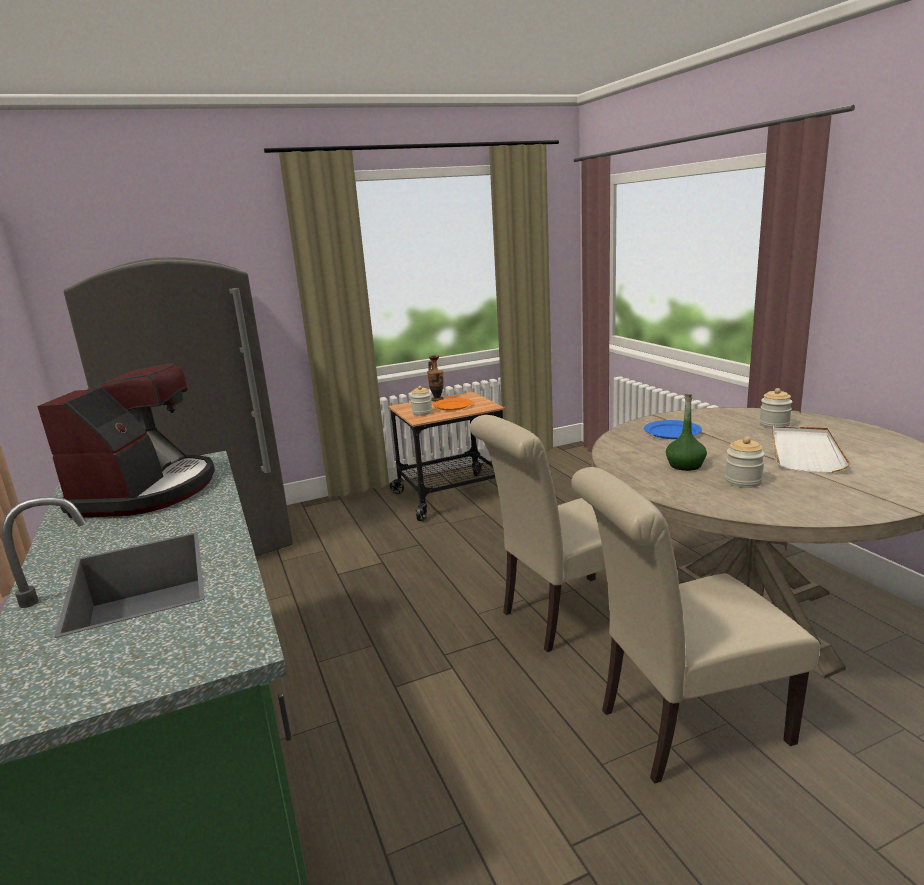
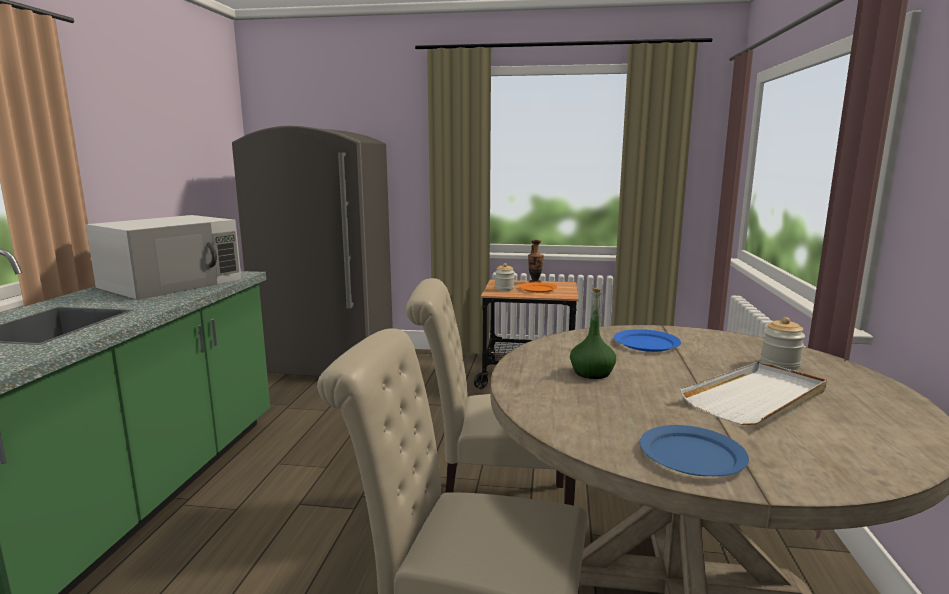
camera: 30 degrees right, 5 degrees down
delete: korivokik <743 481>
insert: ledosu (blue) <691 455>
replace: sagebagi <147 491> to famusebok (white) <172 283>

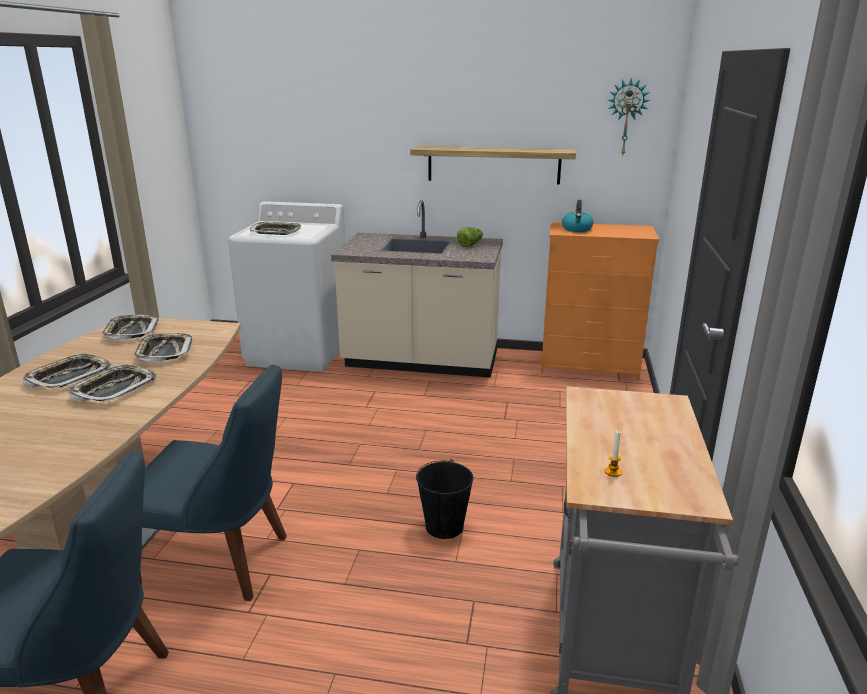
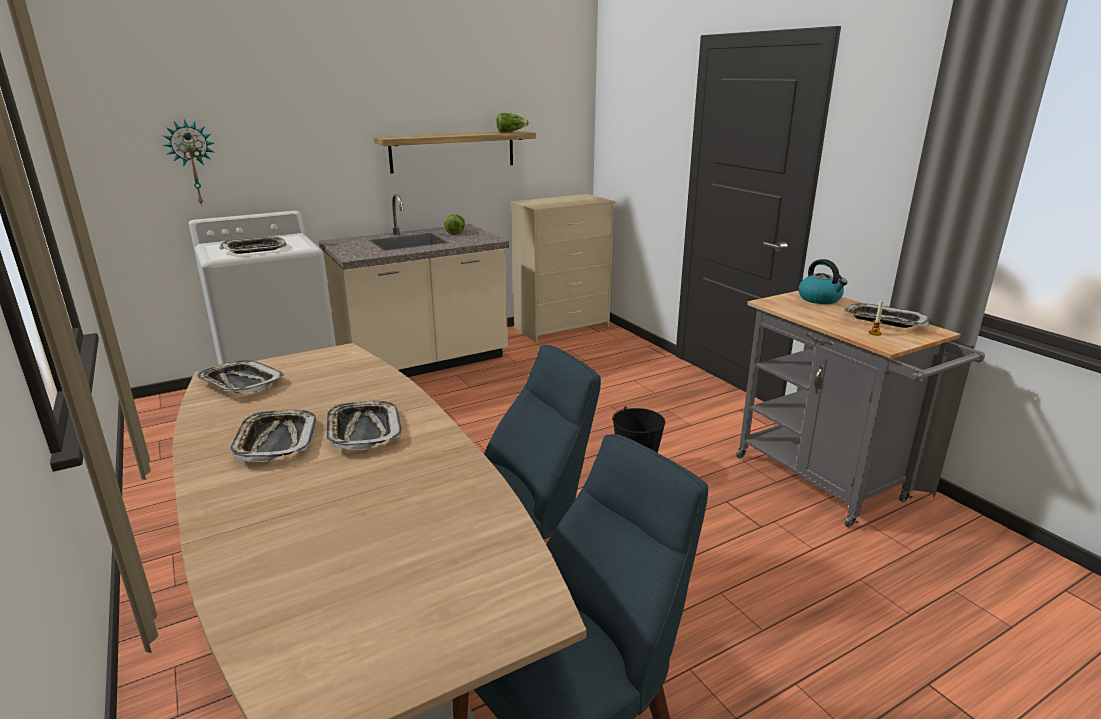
camera: 40 degrees left, 0 degrees up
insert: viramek <511 132>
move: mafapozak <164 352> to <884 321>; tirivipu <577 229> to <820 299>; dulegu <626 117> to <192 163>
recolor: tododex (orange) <589 366> to tododex (beige) <563 327>

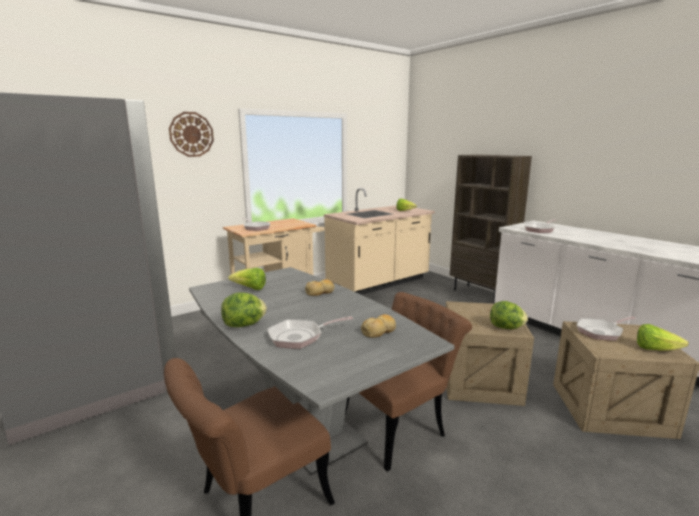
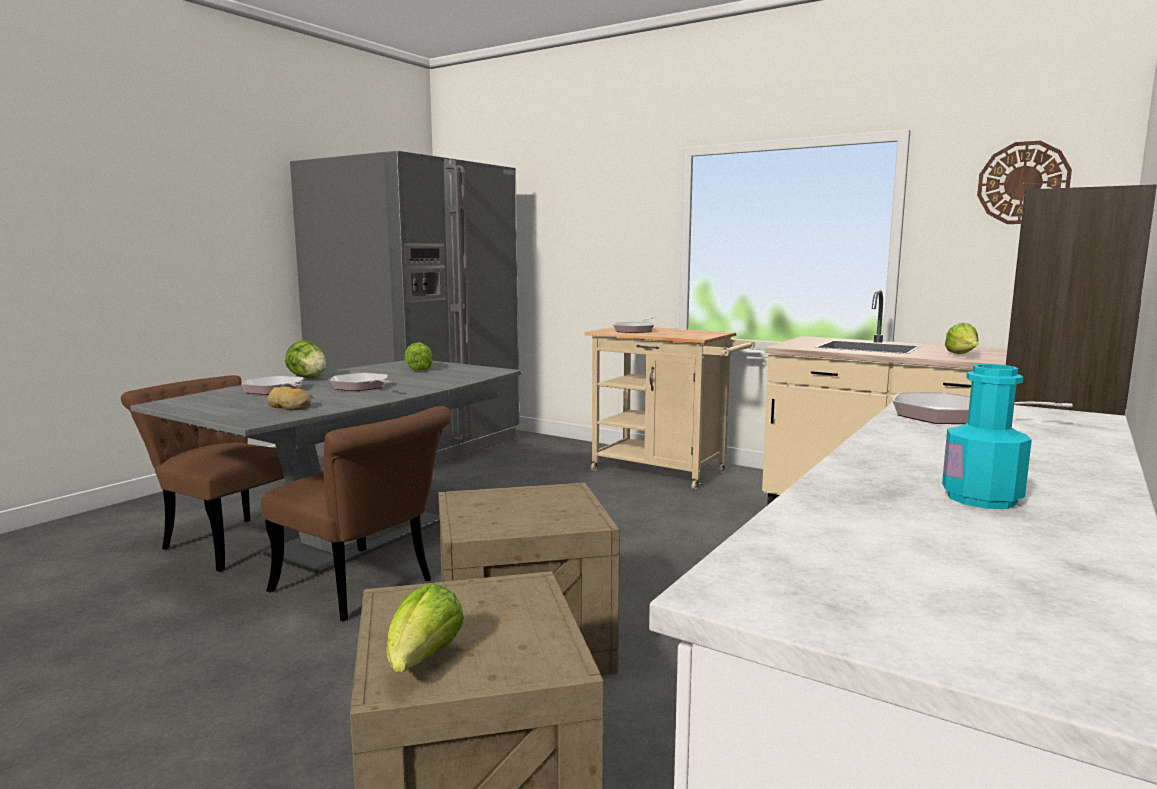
camera: 70 degrees right, 5 degrees down
delete: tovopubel <320 292>; viramek <506 328>
insert: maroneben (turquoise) <981 498>
move: dulegu <191 134> to <1023 183>; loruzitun <601 332> to <362 387>

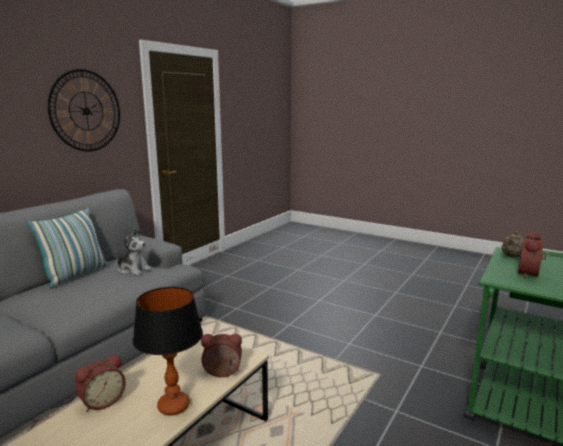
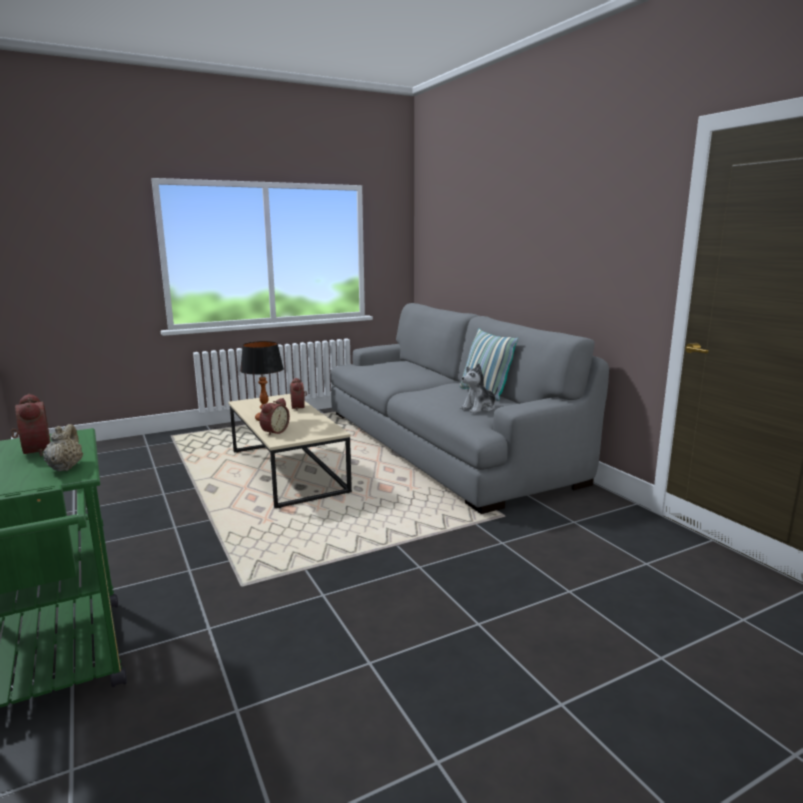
camera: 120 degrees right, 0 degrees up
delete: dulegu <86 111>

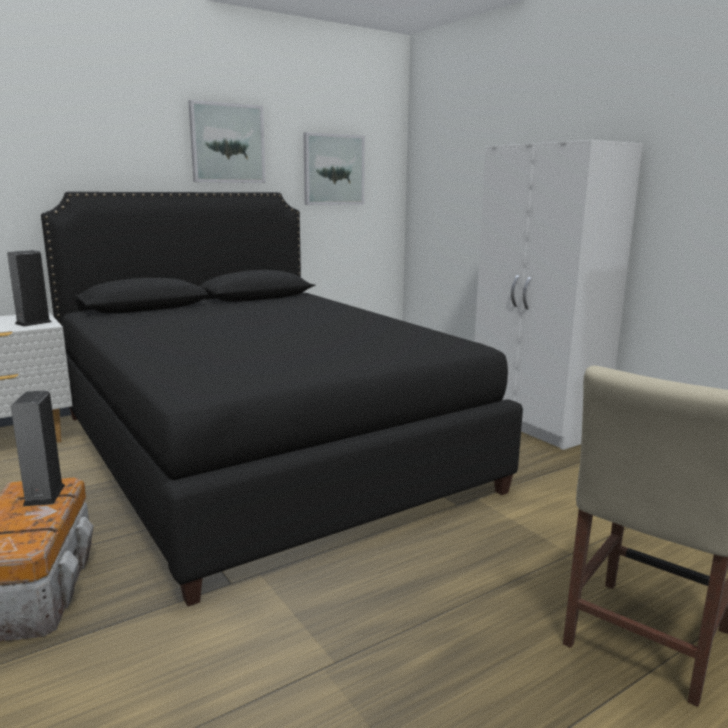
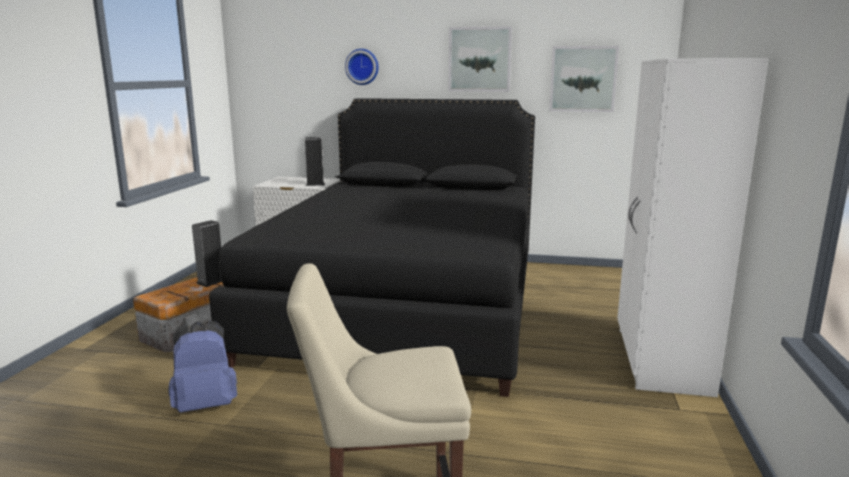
camera: 45 degrees right, 0 degrees up
insert: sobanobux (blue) <206 404>; dulegu <362 66>

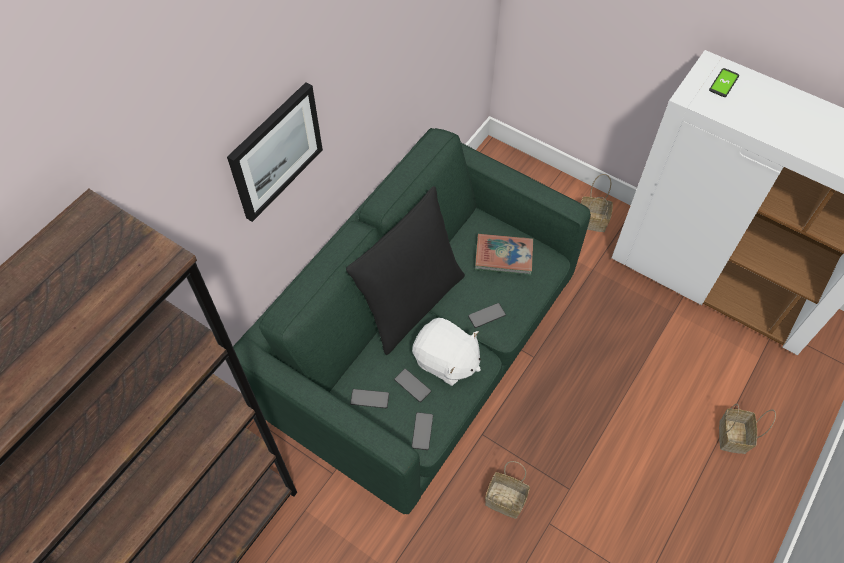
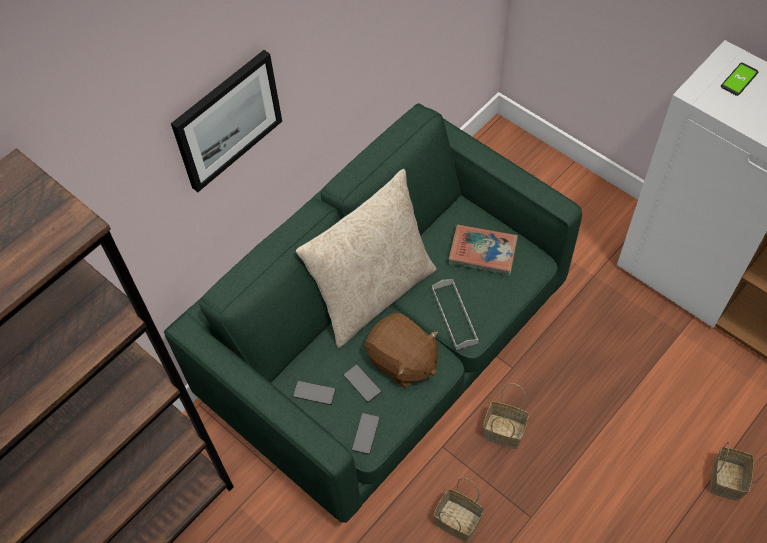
camera: 10 degrees right, 0 degrees up
move: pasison <593 221> to <505 431>
replace: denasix <486 315> to mafapozak (grey) <454 315>
recolor: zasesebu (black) <410 302> to zasesebu (beige) <373 293>; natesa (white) <446 361> to natesa (brown) <402 361>

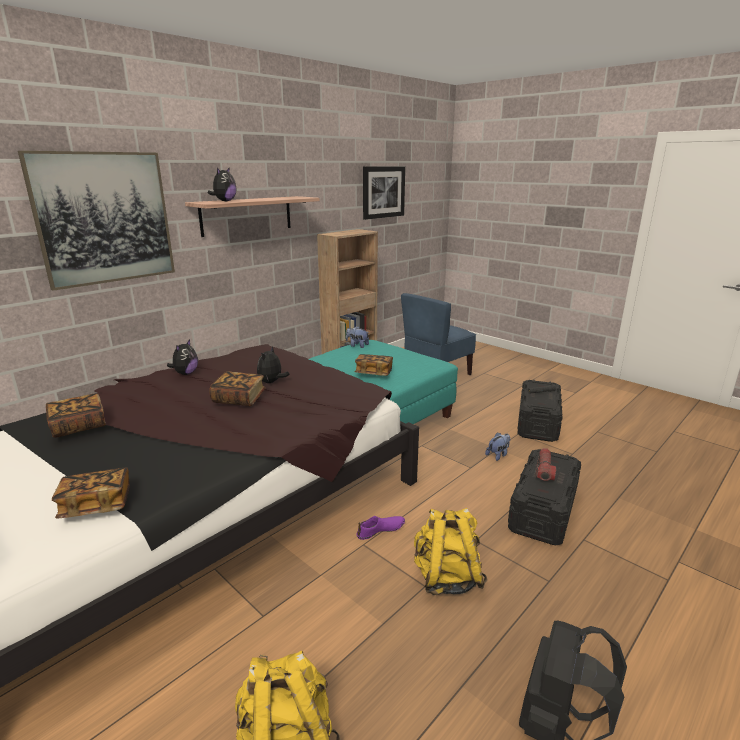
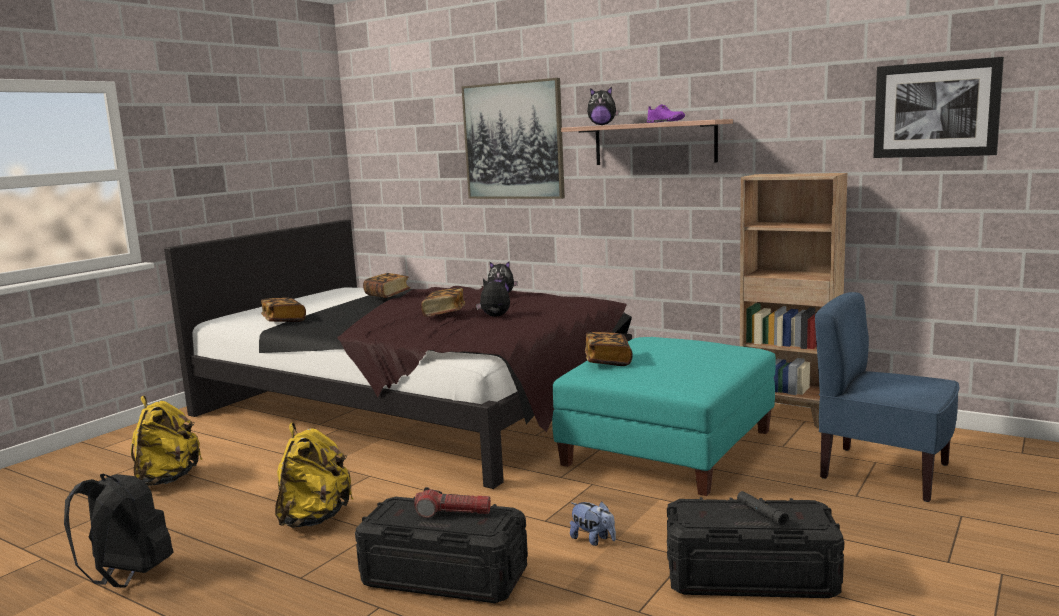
camera: 80 degrees right, 10 degrees down
delete: natesa <357 345>
move: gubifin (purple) <381 530> to <665 121>

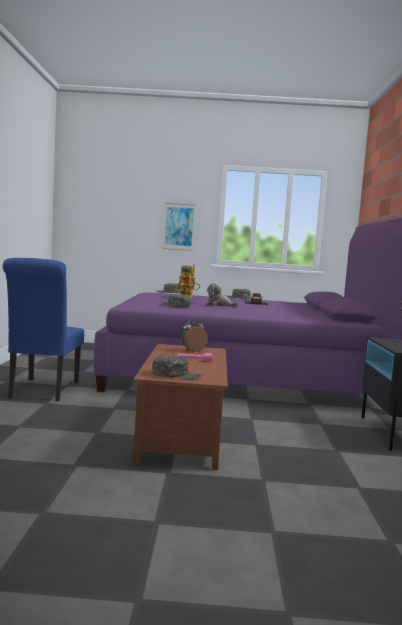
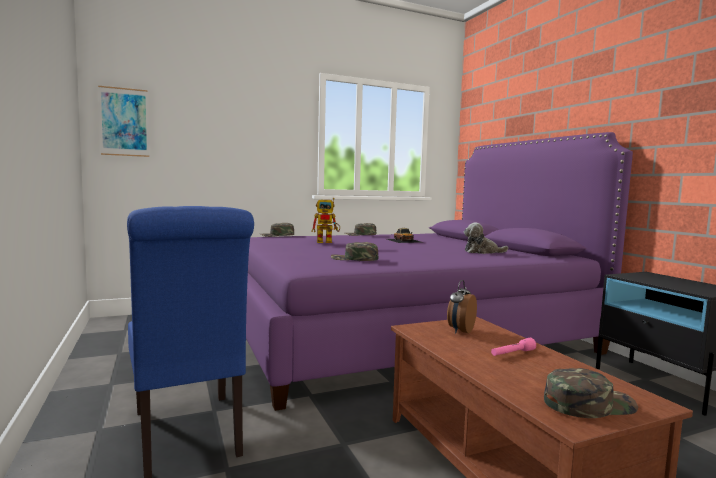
camera: 25 degrees left, 0 degrees up
move: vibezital <179 227> to <124 122>; natesa <219 305> to <482 252>

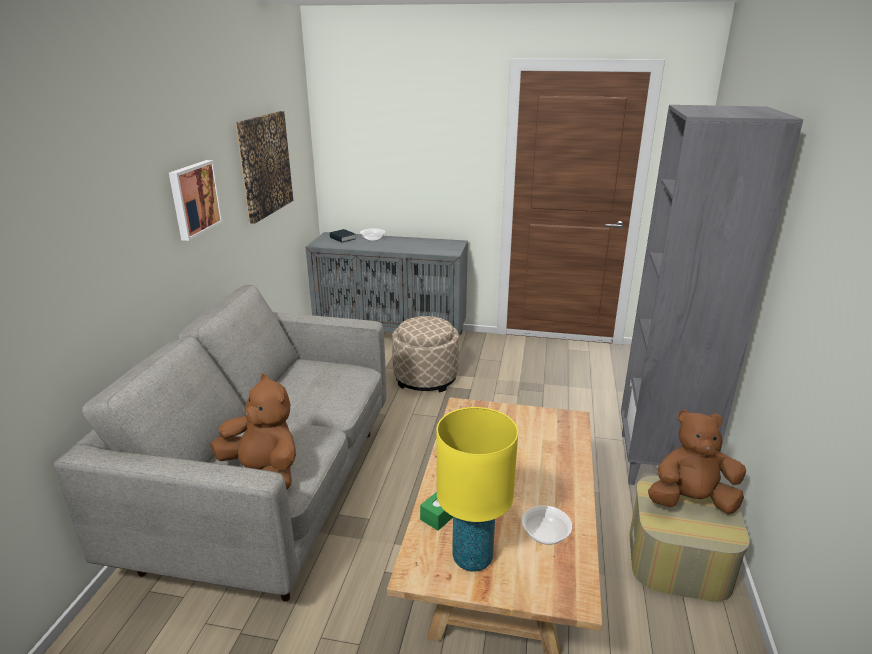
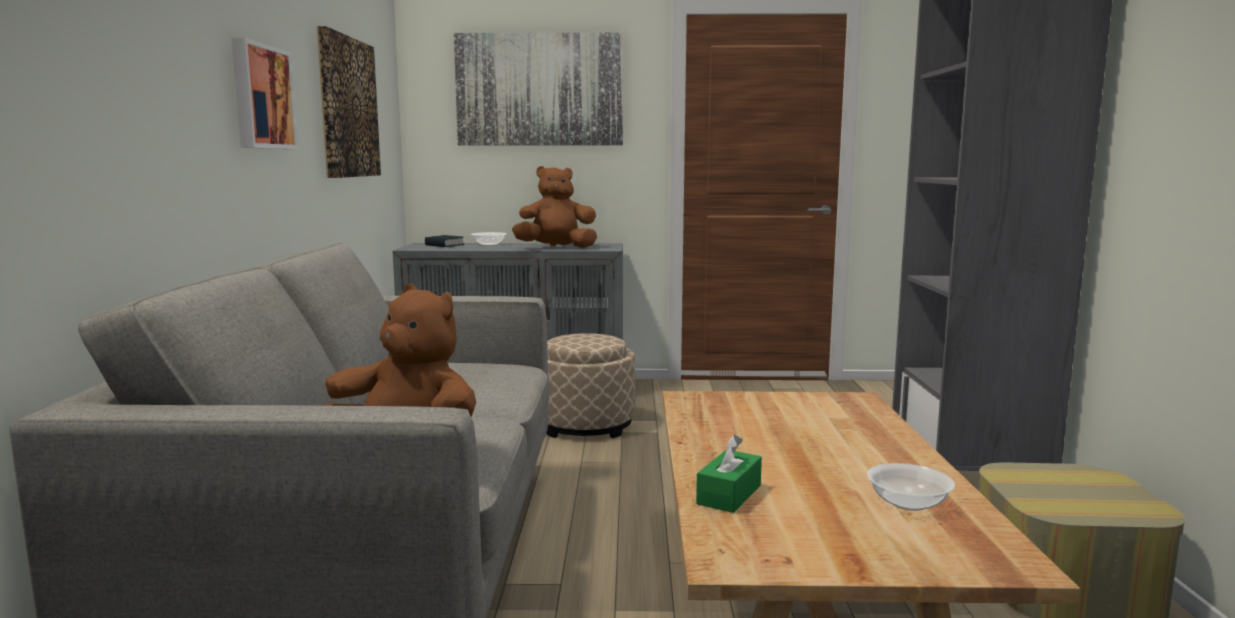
camera: 10 degrees left, 15 degrees down
delete: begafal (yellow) <472 558>
insert: vibezital <539 90>
move: natesa (brown) <691 501> to <556 248>

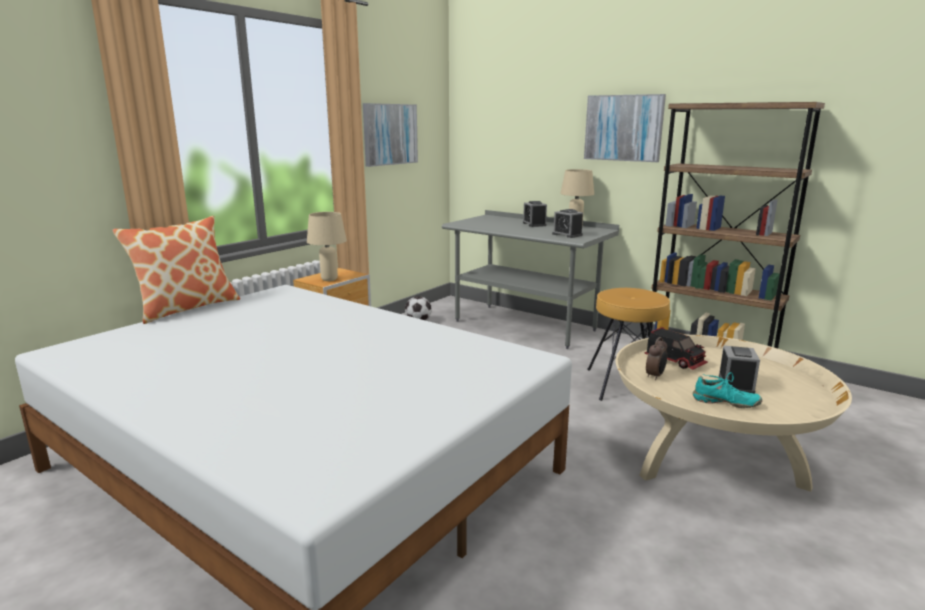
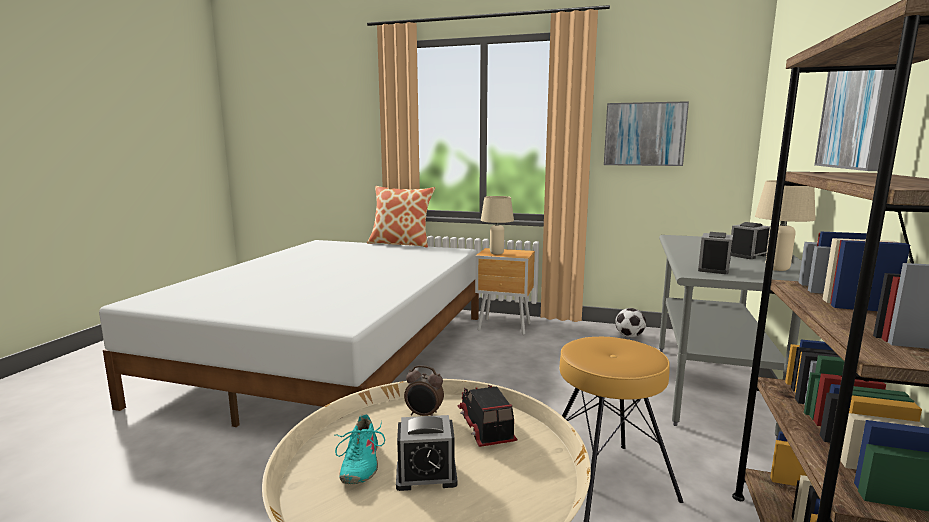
camera: 70 degrees right, 5 degrees down
rotate: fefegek <675 361> = <484 427> 135 degrees clockwise

